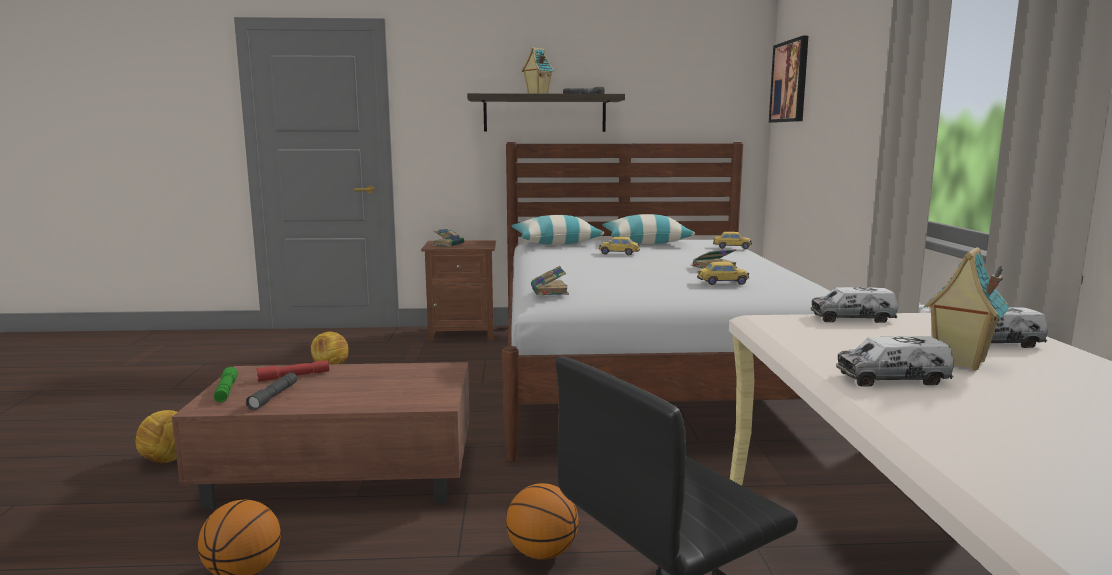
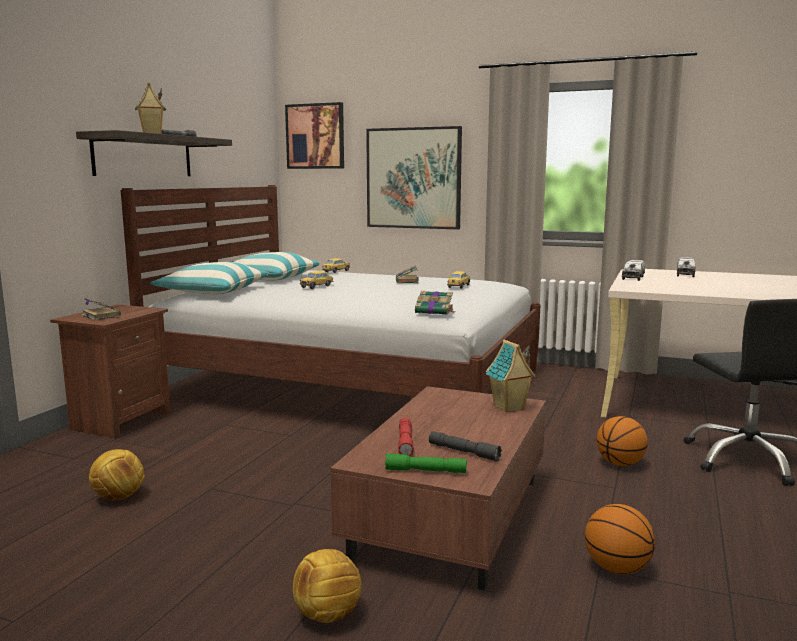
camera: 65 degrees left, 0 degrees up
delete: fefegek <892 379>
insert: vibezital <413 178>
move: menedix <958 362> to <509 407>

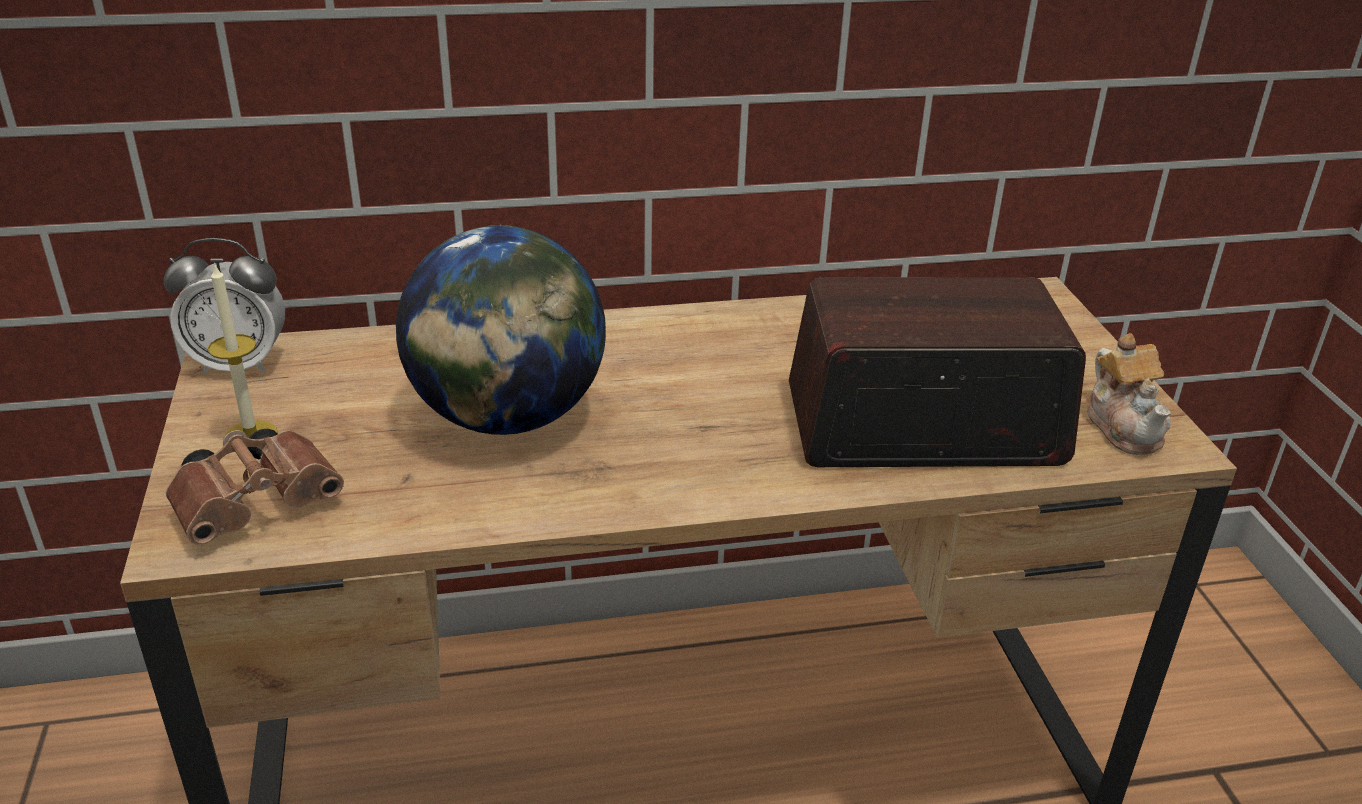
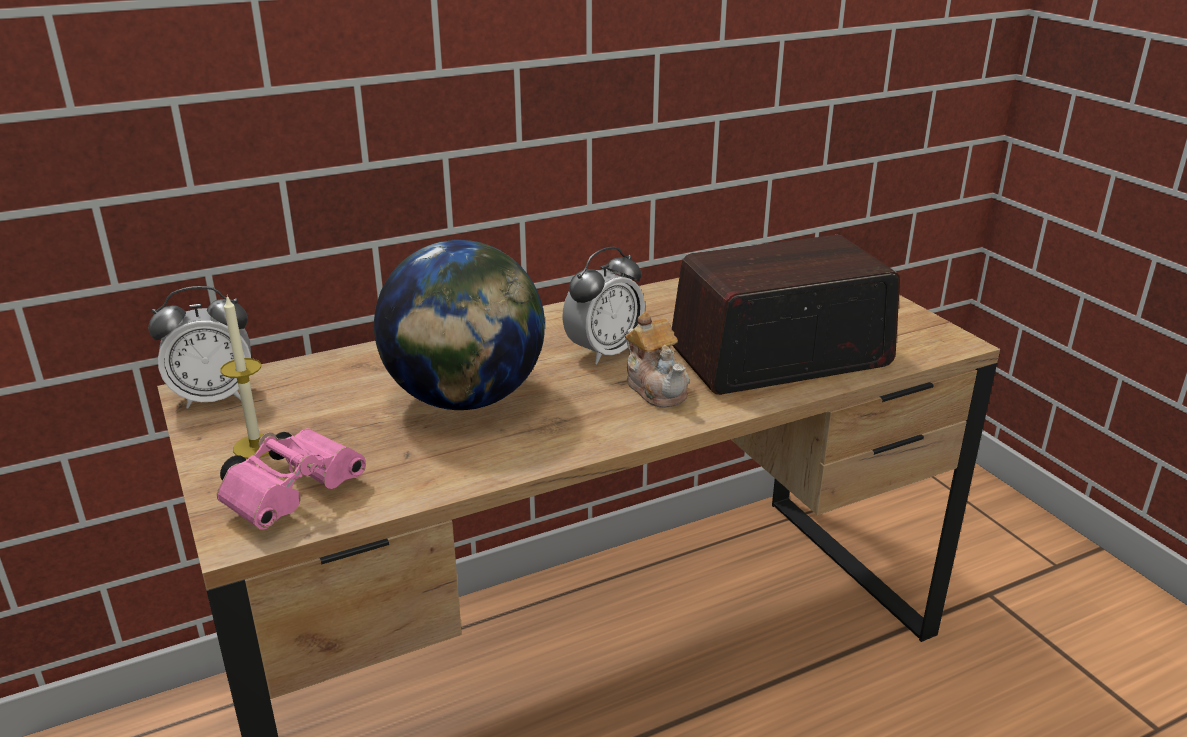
camera: 15 degrees left, 5 degrees down
insert: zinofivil <603 352>
move: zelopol <1124 426> to <656 388>
recolor: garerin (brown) <261 505> to garerin (pink) <295 494>

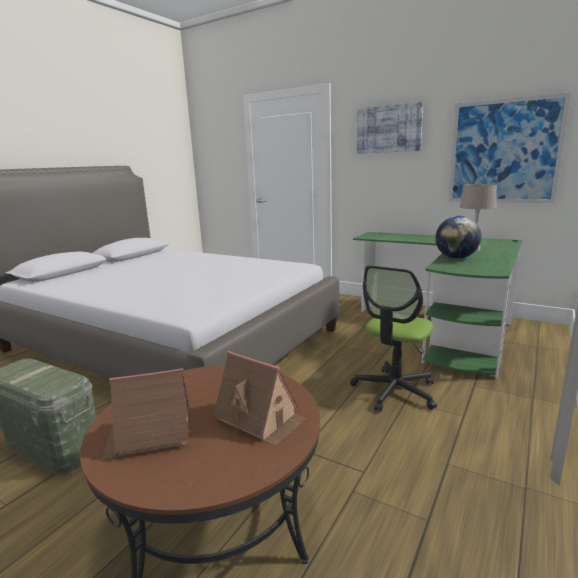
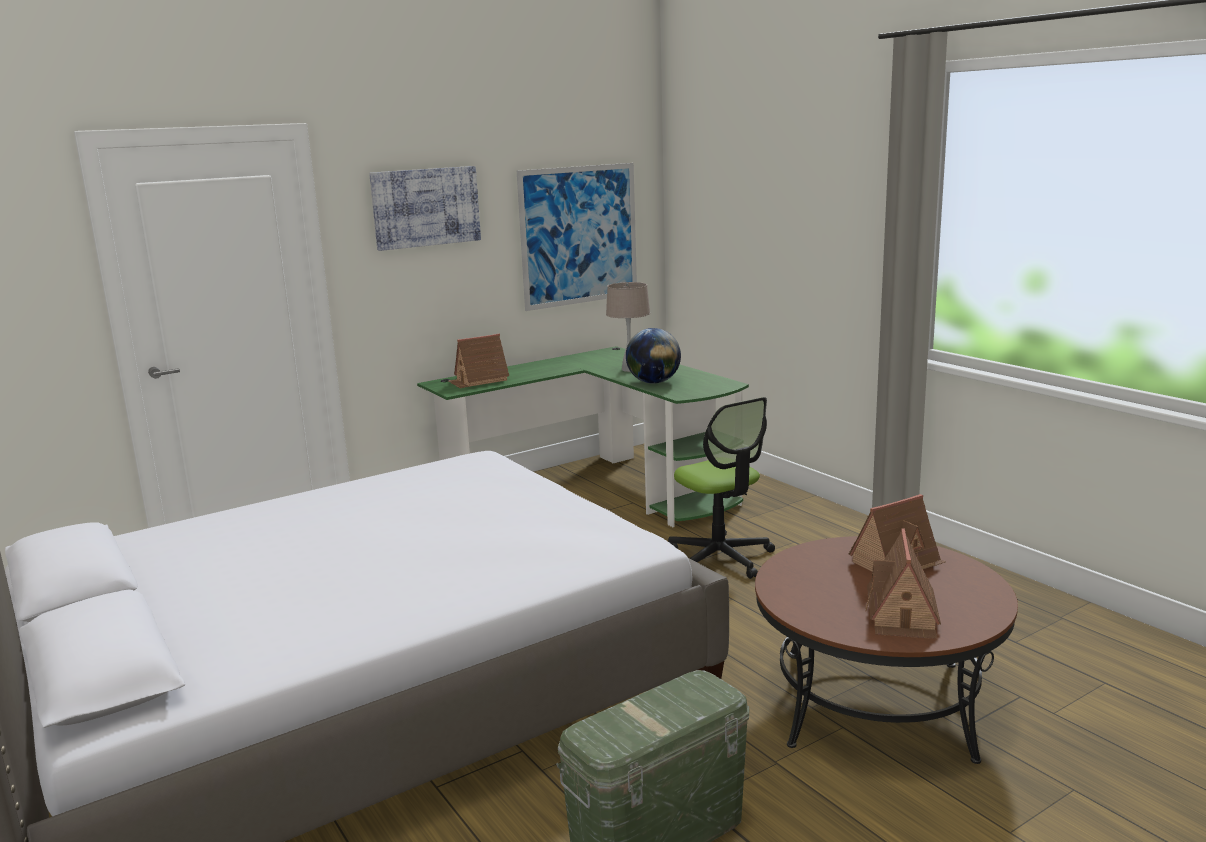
camera: 65 degrees left, 0 degrees up
insert: menedix <478 380>

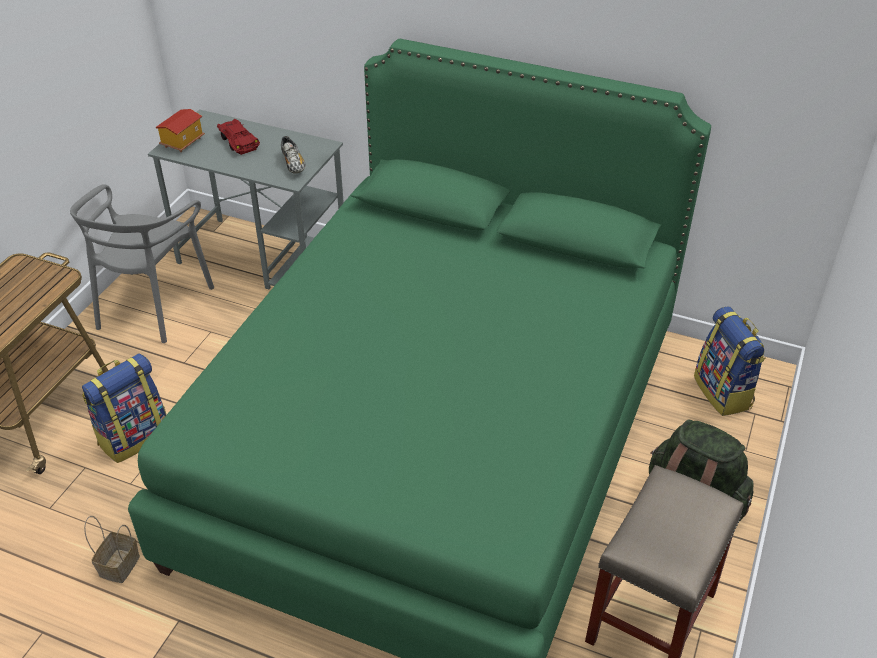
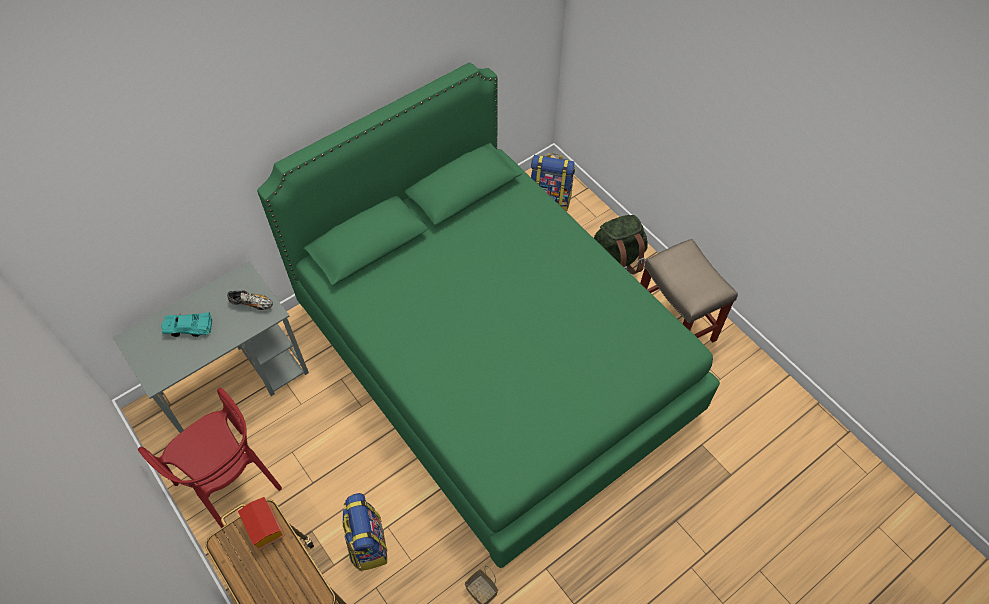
camera: 60 degrees left, 15 degrees up
move: menedix <182 142> to <264 528>
recolor: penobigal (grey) <153 305> to penobigal (red) <230 482>; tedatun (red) <238 142> to tedatun (turquoise) <188 327>

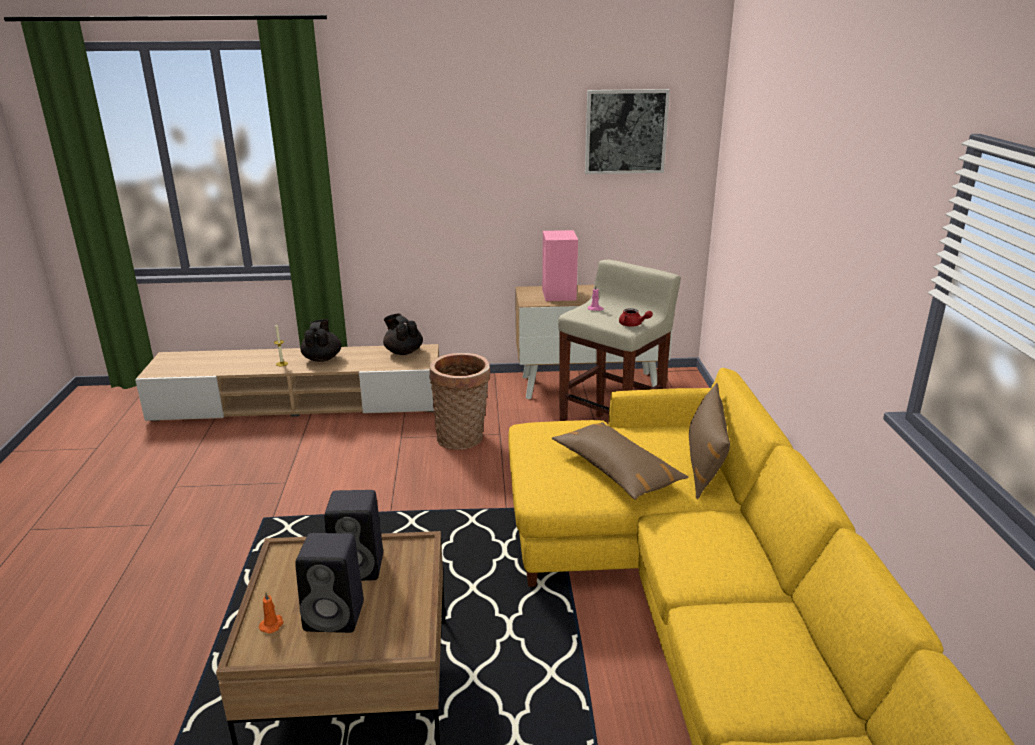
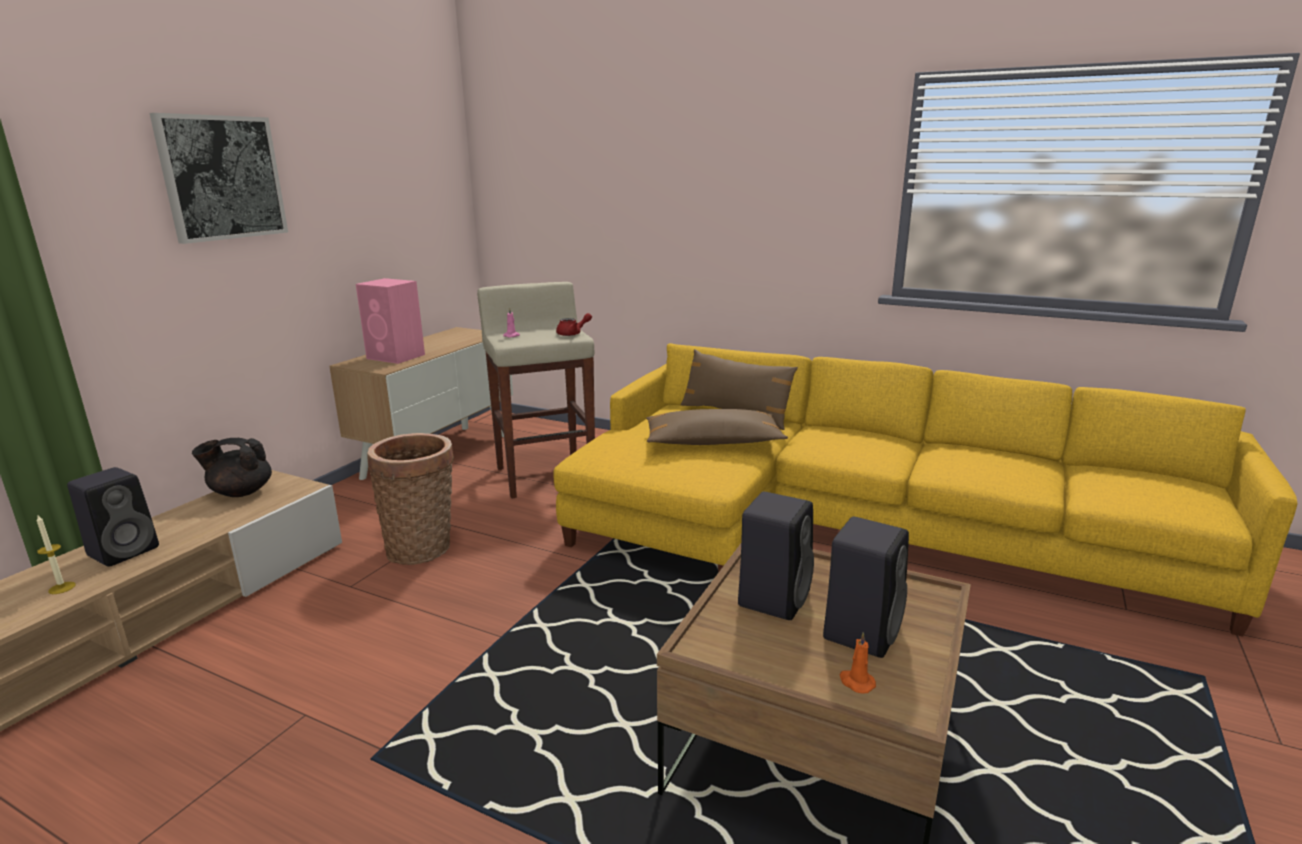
camera: 60 degrees left, 5 degrees down
move: vibezital <625 131> to <222 178>
replace: zelopol (black) <322 358> to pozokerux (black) <125 550>

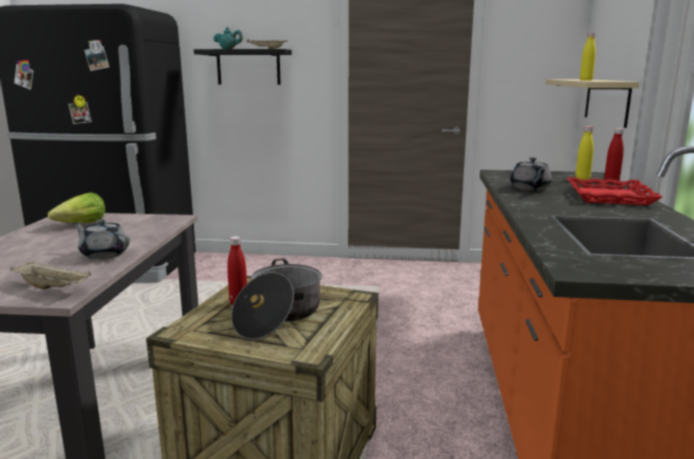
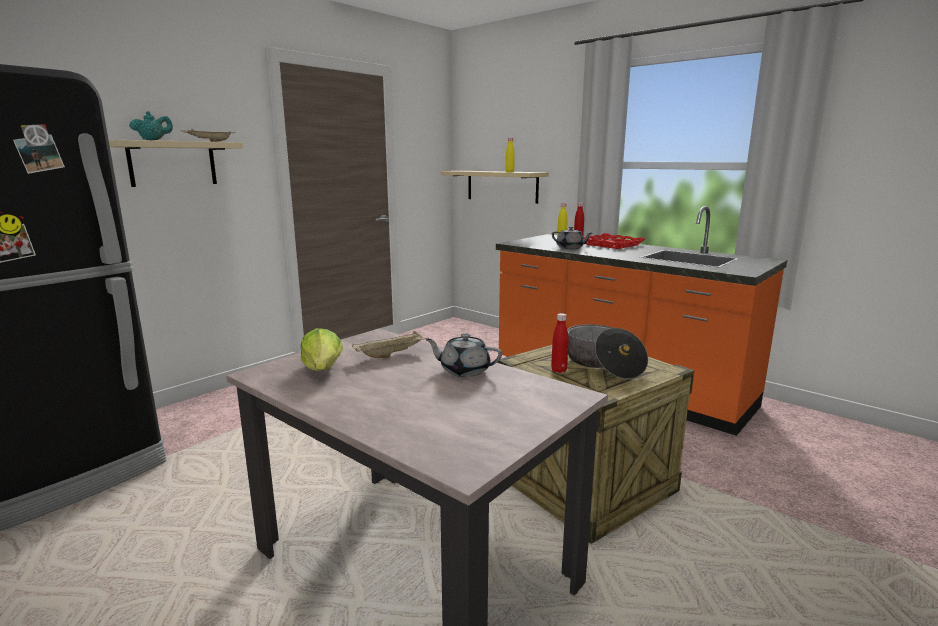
camera: 55 degrees left, 0 degrees up
move: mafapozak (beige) <54 288> to <391 354>
recolor: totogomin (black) <248 67> to totogomin (beige) <173 163>
rotate: zelopol (grey) <104 254> = <464 370> 45 degrees clockwise

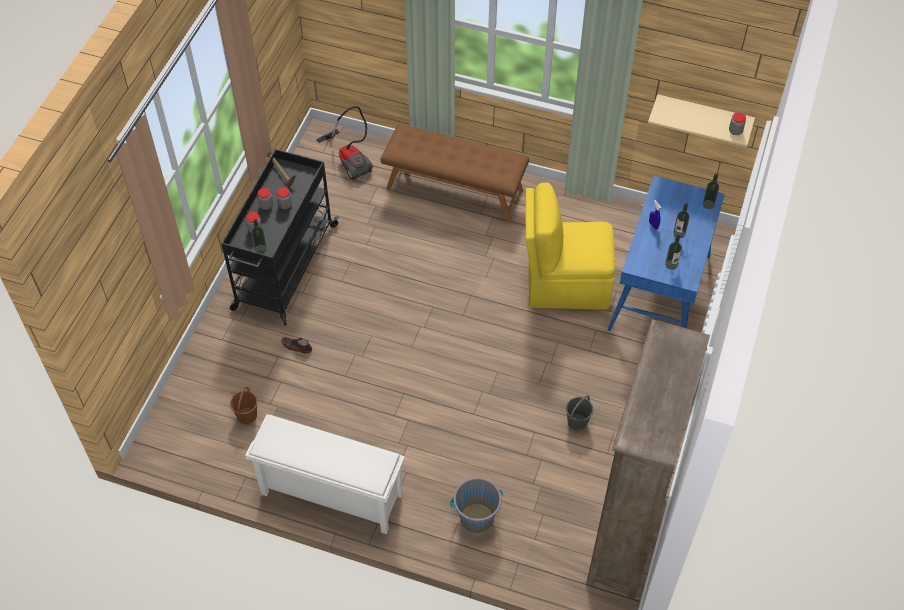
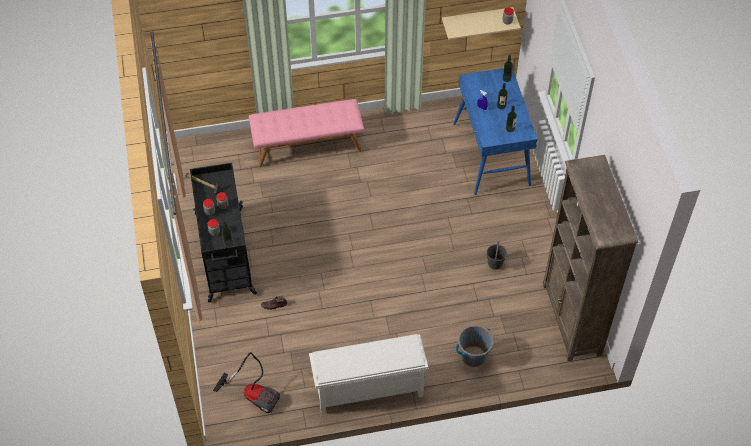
camera: 30 degrees left, 0 degrees up
delete: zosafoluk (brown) <247 415>; penobigal (yellow) <565 284>
move: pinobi <351 159> to <254 394>
recolor: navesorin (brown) <455 189> to navesorin (pink) <307 145>

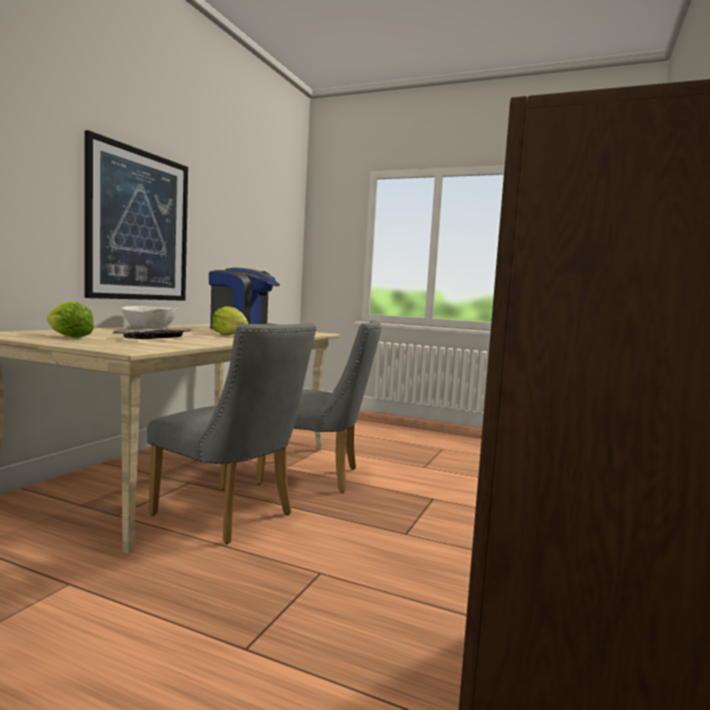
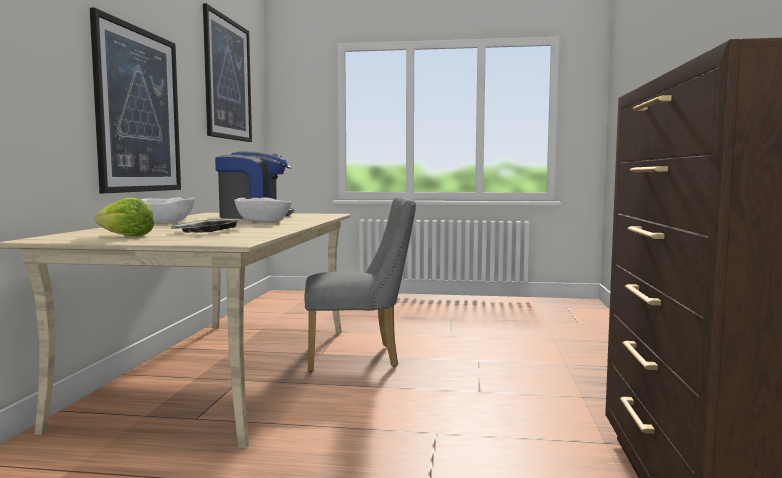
camera: 15 degrees left, 0 degrees up
delete: penobigal (grey) <230 516>
insert: vibezital <228 79>
replace: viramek <230 335> to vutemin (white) <263 222>

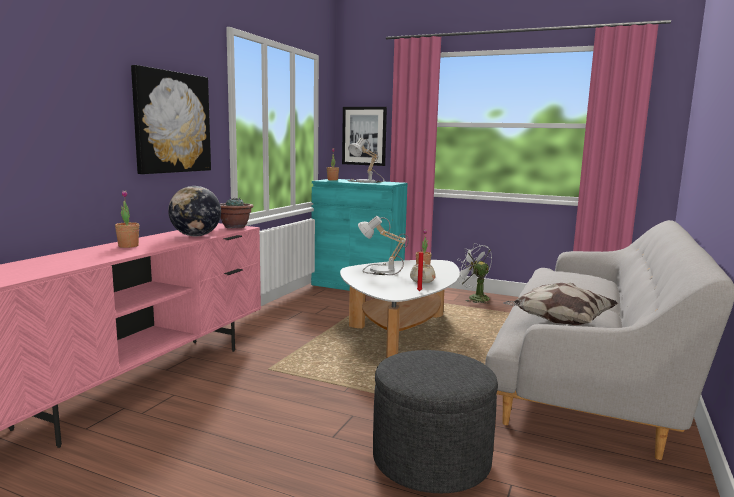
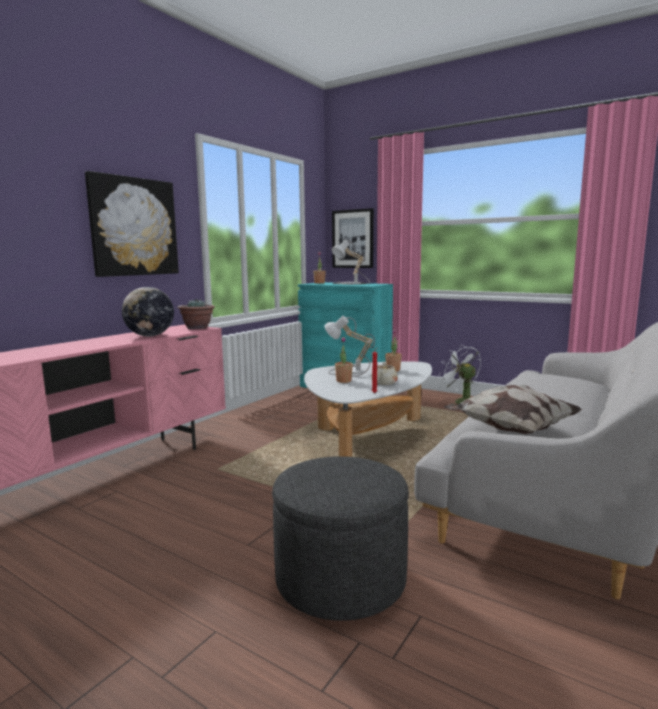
camera: 10 degrees right, 0 degrees up
move: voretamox <128 246> to <343 381>

